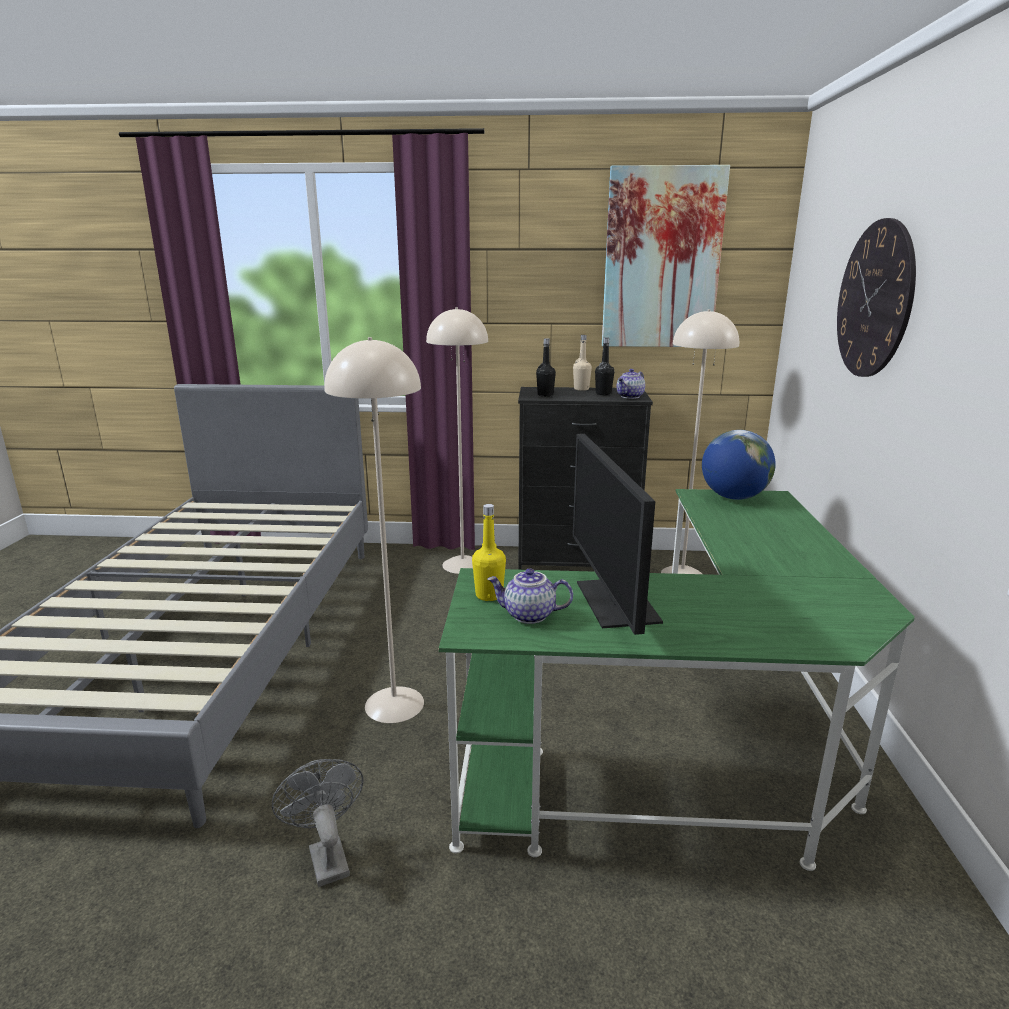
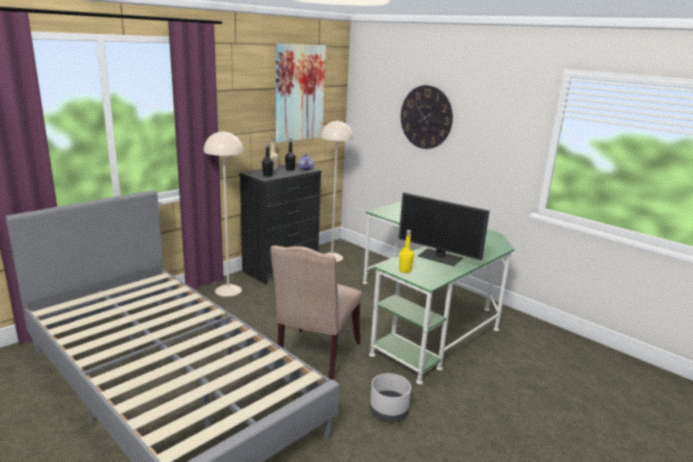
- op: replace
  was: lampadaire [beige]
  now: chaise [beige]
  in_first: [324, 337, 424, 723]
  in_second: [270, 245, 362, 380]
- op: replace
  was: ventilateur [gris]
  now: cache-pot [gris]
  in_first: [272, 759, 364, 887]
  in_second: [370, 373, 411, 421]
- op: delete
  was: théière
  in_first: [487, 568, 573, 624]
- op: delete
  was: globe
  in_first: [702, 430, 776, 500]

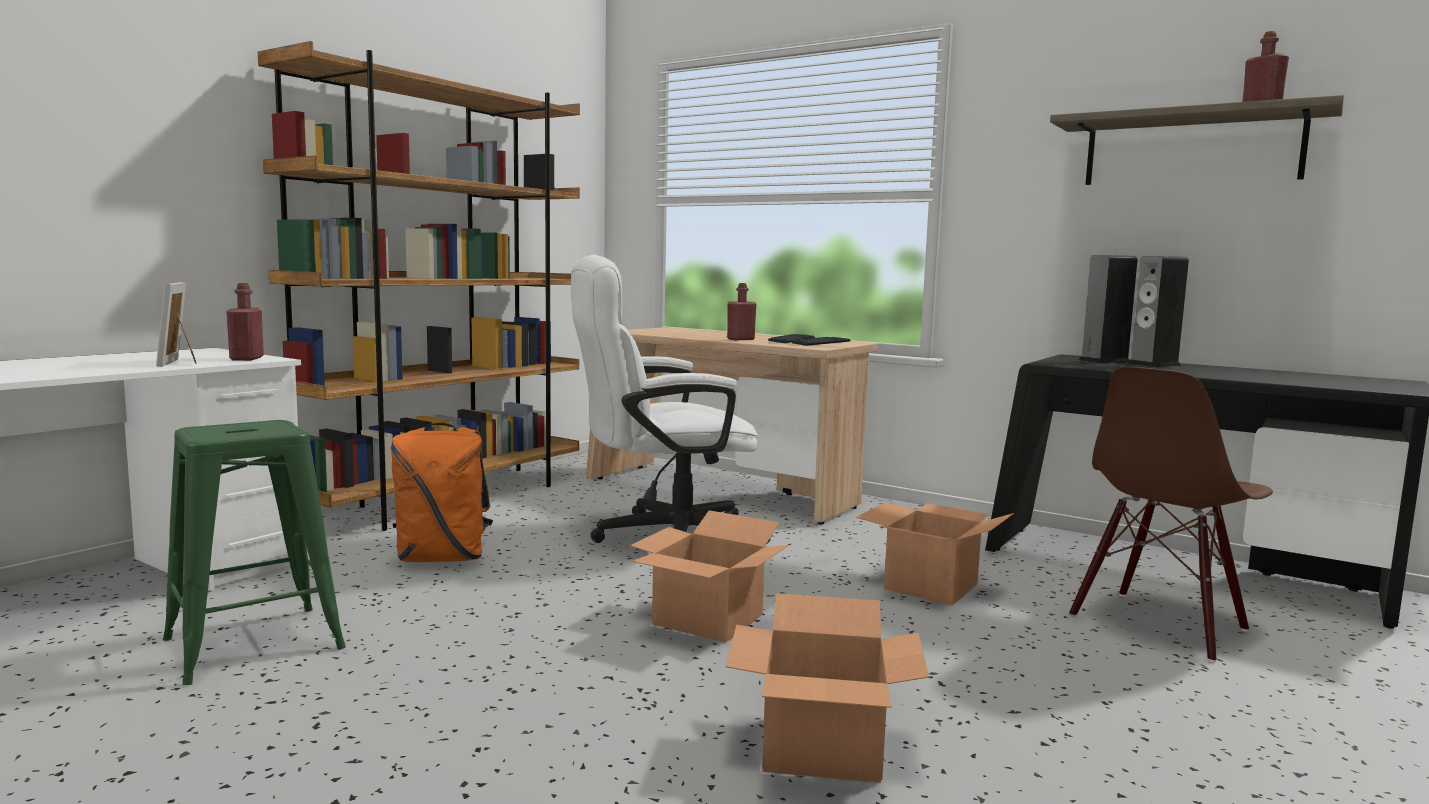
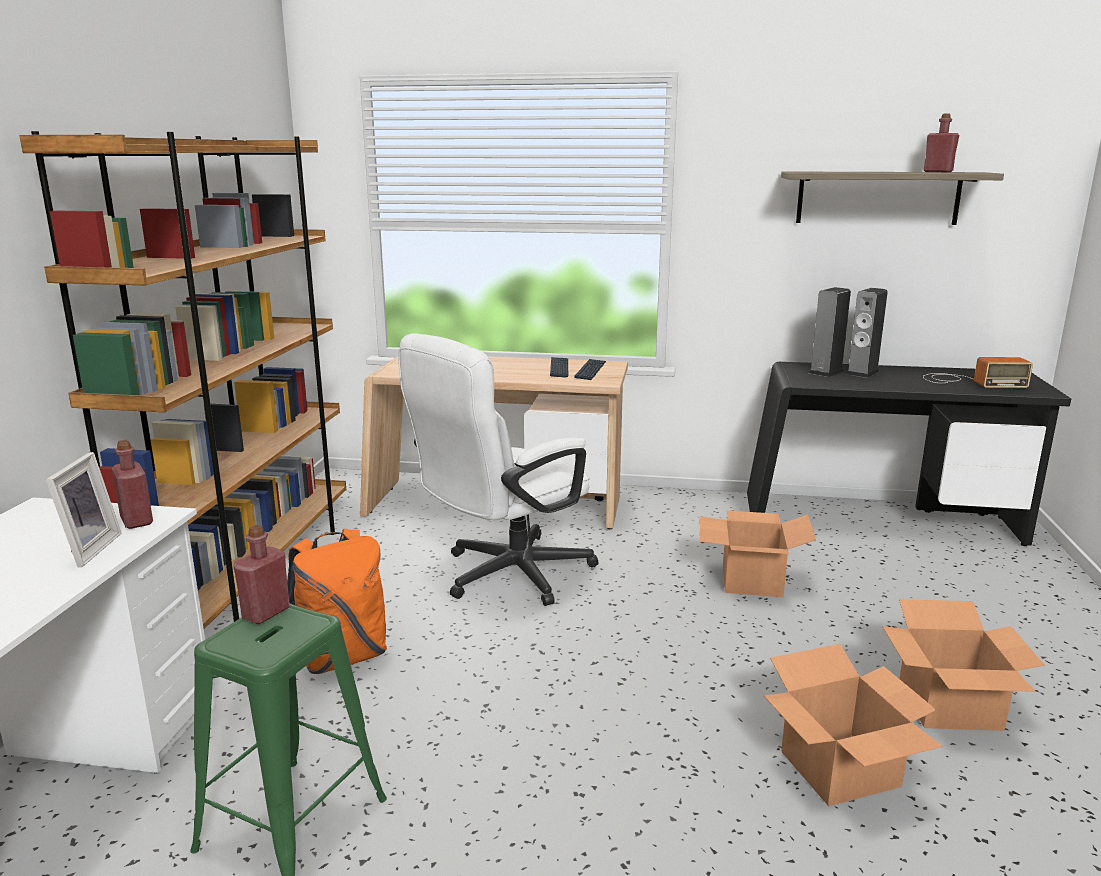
- op: rotate
  was: cadre photo
  in_first: [156, 282, 197, 367]
  in_second: [46, 452, 122, 568]
  clockwise: -135
- op: move
  was: bouteille [rouge]
  in_first: [727, 283, 757, 340]
  in_second: [233, 525, 290, 624]
- op: move
  was: carton
  in_first: [630, 510, 789, 643]
  in_second: [882, 599, 1045, 731]
- op: insert
  now: radio
  in_second: [923, 357, 1033, 388]
- op: delete
  was: chaise [marron]
  in_first: [1069, 366, 1273, 662]

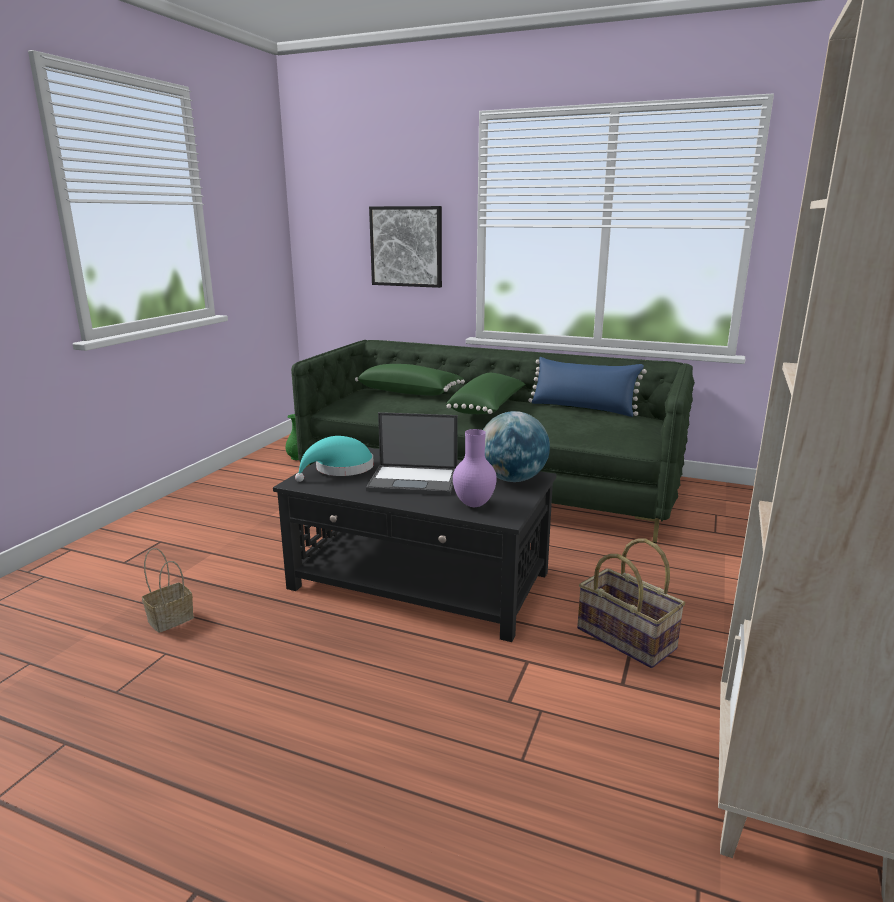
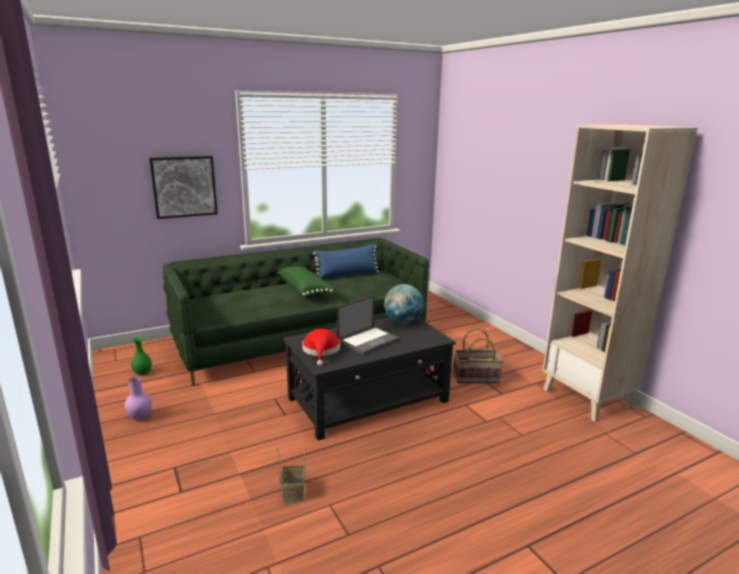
- op: move
  was: vase [violet]
  in_first: [453, 429, 497, 507]
  in_second: [125, 377, 152, 420]
- op: recolor
  was: chapeau [turquoise]
  now: chapeau [rouge]
  in_first: [295, 436, 374, 482]
  in_second: [302, 328, 340, 366]
- op: delete
  was: coussin [vert]
  in_first: [355, 364, 465, 396]

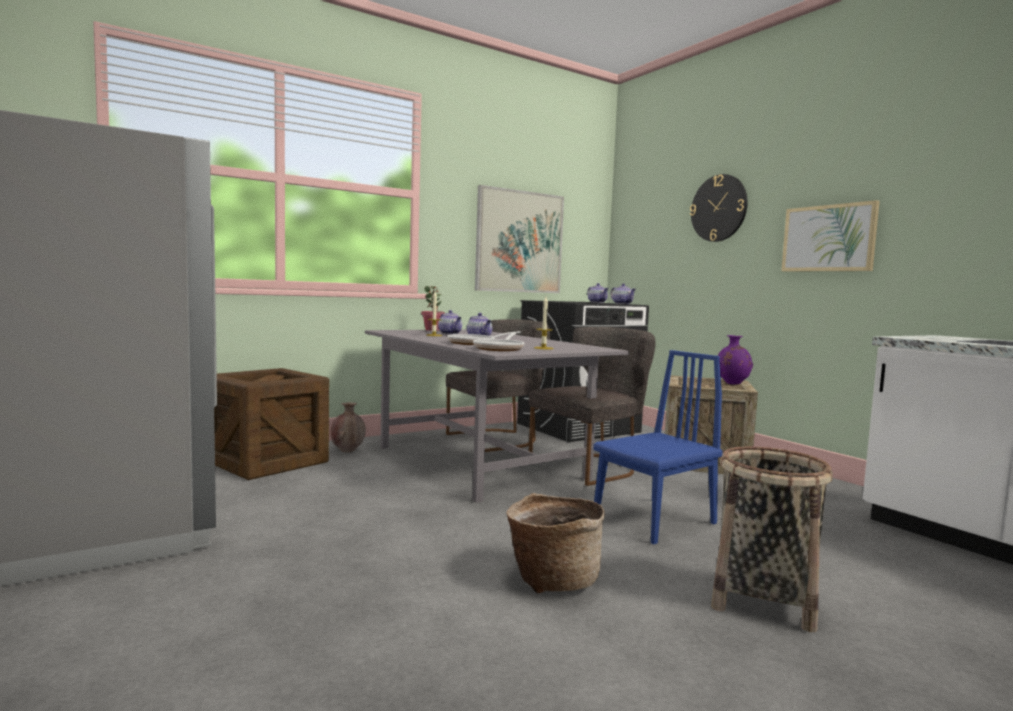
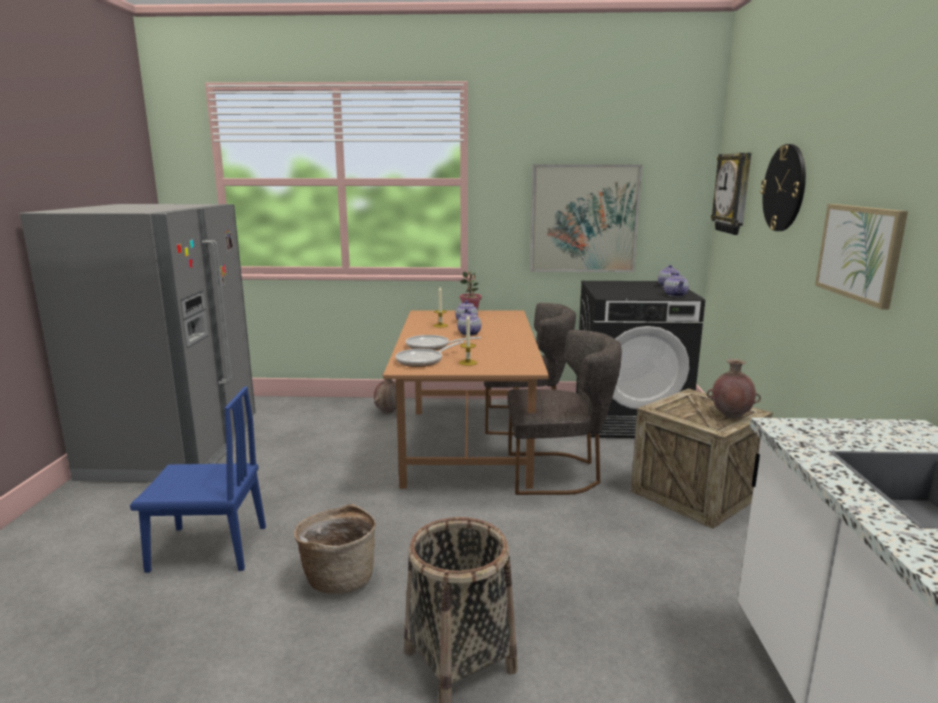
- op: move
  was: chaise [bleu]
  in_first: [593, 350, 723, 544]
  in_second: [130, 387, 266, 573]
- op: recolor
  was: table à manger [gris]
  now: table à manger [marron]
  in_first: [365, 329, 629, 503]
  in_second: [383, 310, 549, 489]
- op: recolor
  was: vase [violet]
  now: vase [marron]
  in_first: [718, 335, 753, 384]
  in_second: [707, 359, 761, 419]
- op: insert
  now: horloge murale
  in_second: [711, 153, 751, 235]
- op: delete
  was: caisse
  in_first: [214, 368, 329, 480]

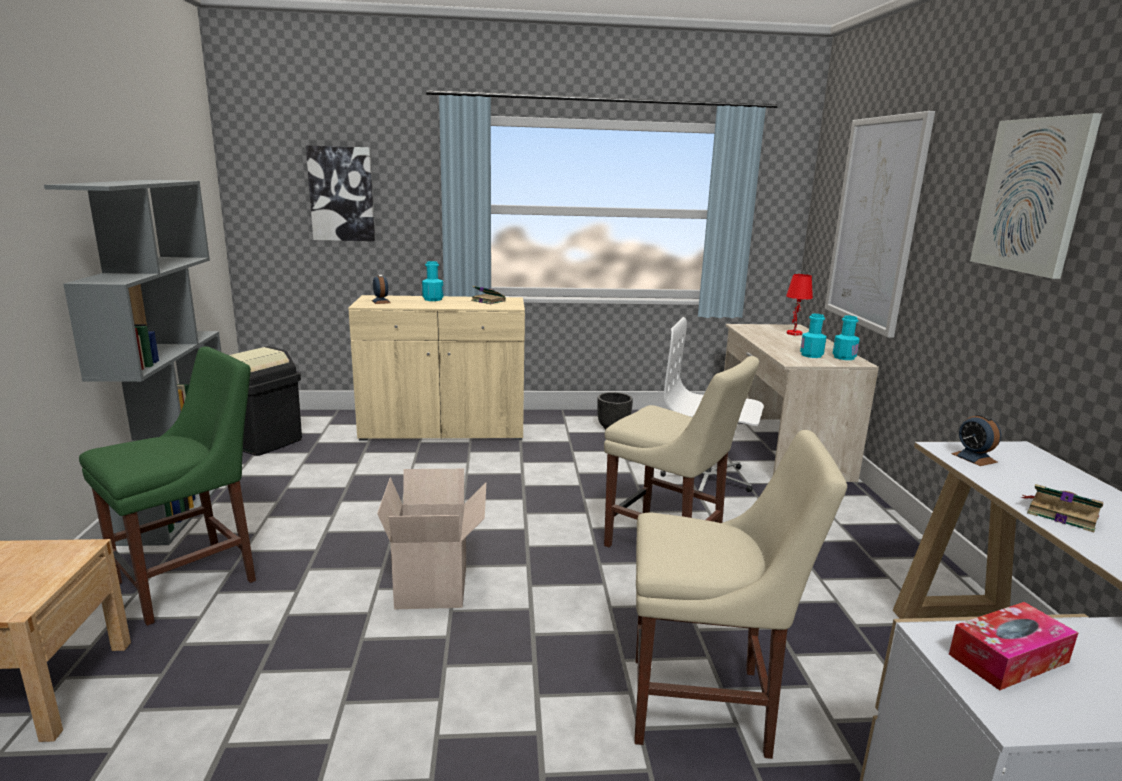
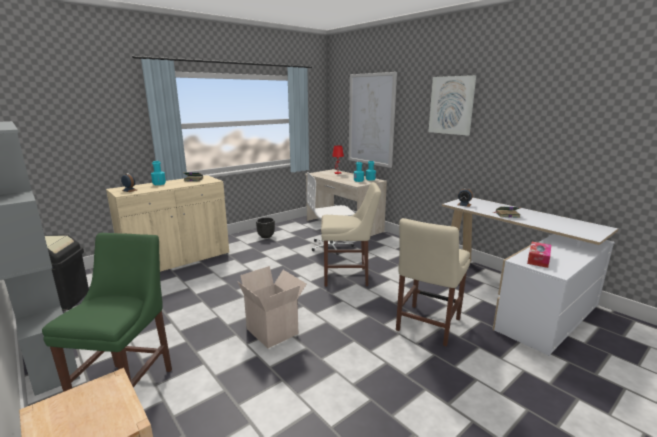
- op: rotate
  was: chaise [beige]
  in_first: [634, 430, 847, 759]
  in_second: [396, 218, 470, 347]
  clockwise: 150
- op: delete
  was: tableau
  in_first: [306, 145, 375, 241]

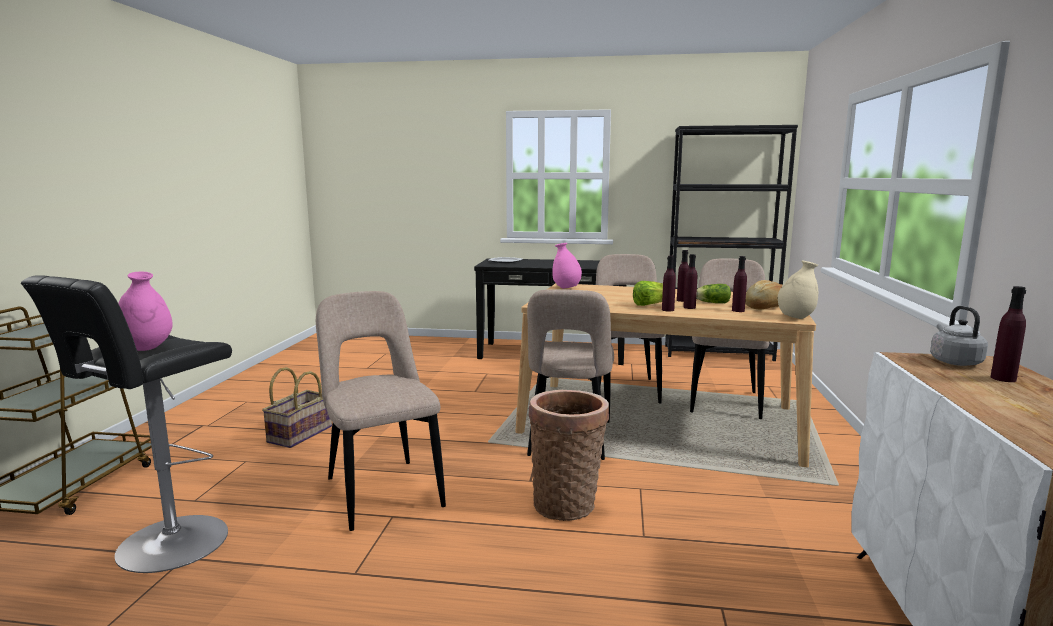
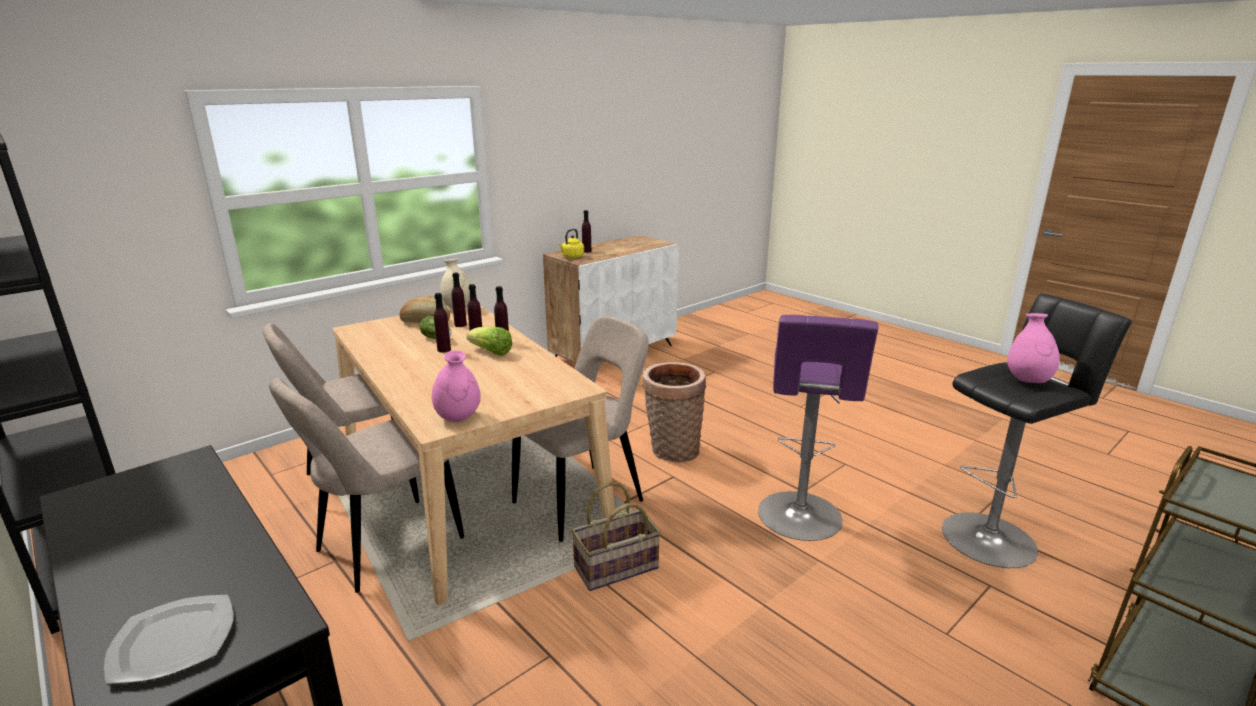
- op: recolor
  was: bouilloire [gris]
  now: bouilloire [jaune]
  in_first: [930, 306, 988, 366]
  in_second: [559, 229, 584, 258]
- op: move
  was: panier
  in_first: [262, 367, 332, 448]
  in_second: [571, 482, 661, 591]
- op: replace
  was: chaise [beige]
  now: tabouret [violet]
  in_first: [316, 291, 446, 531]
  in_second: [758, 315, 879, 541]

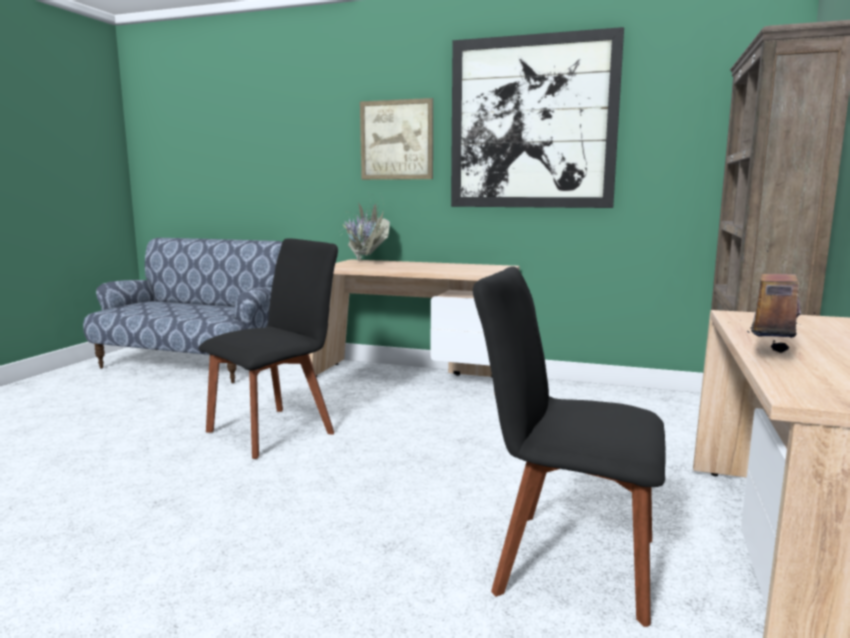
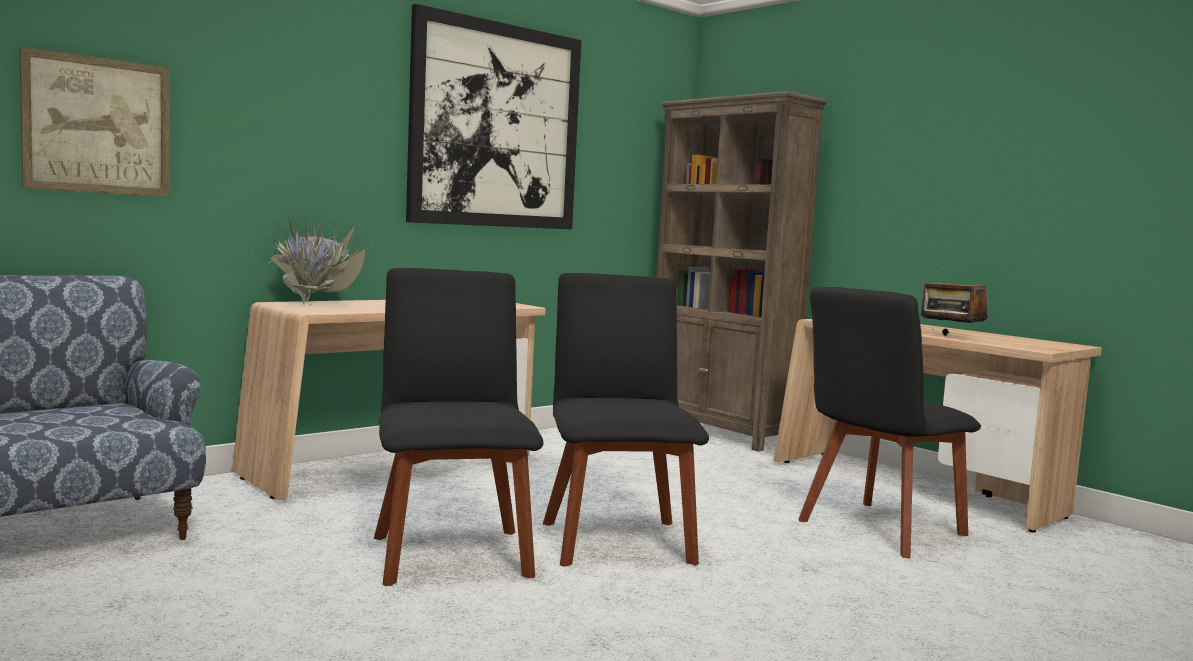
- op: move
  was: tableau
  in_first: [360, 98, 433, 180]
  in_second: [20, 47, 169, 197]
- op: insert
  now: chaise [noir]
  in_second: [543, 273, 709, 567]

